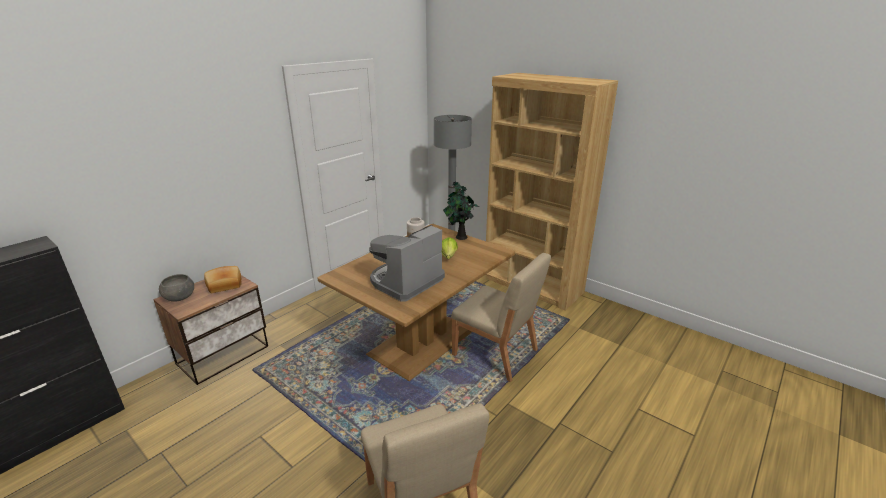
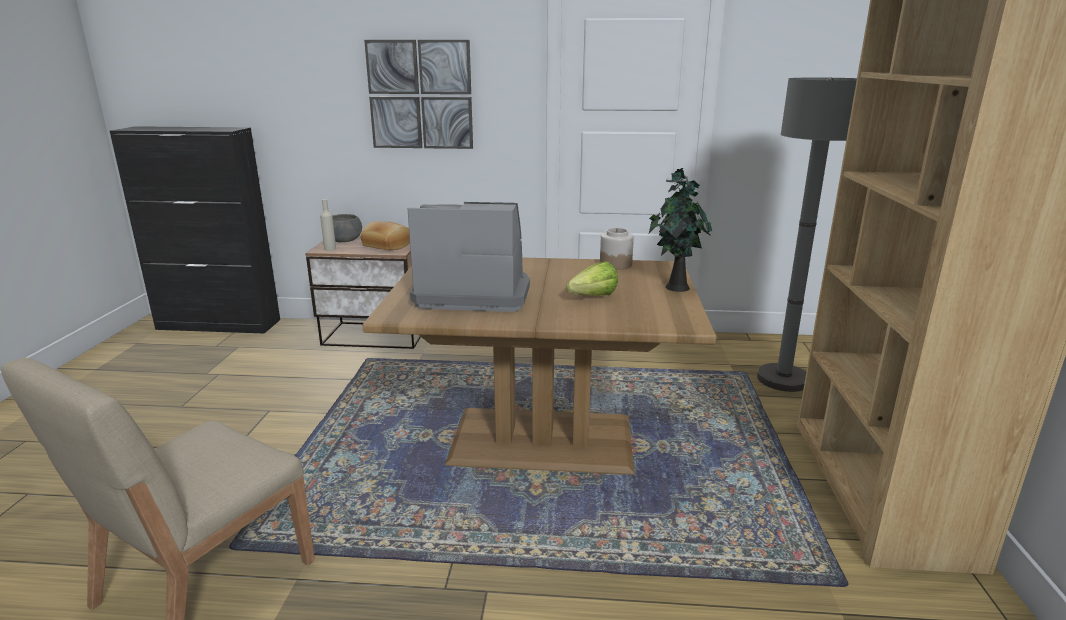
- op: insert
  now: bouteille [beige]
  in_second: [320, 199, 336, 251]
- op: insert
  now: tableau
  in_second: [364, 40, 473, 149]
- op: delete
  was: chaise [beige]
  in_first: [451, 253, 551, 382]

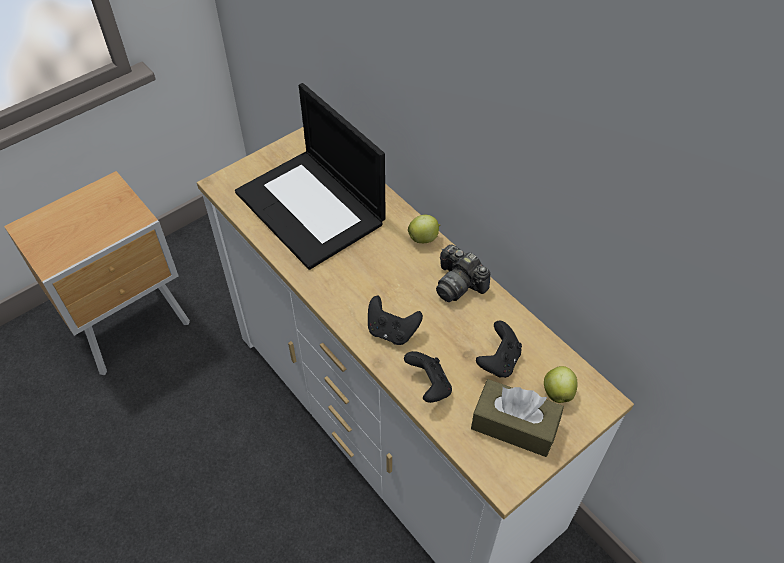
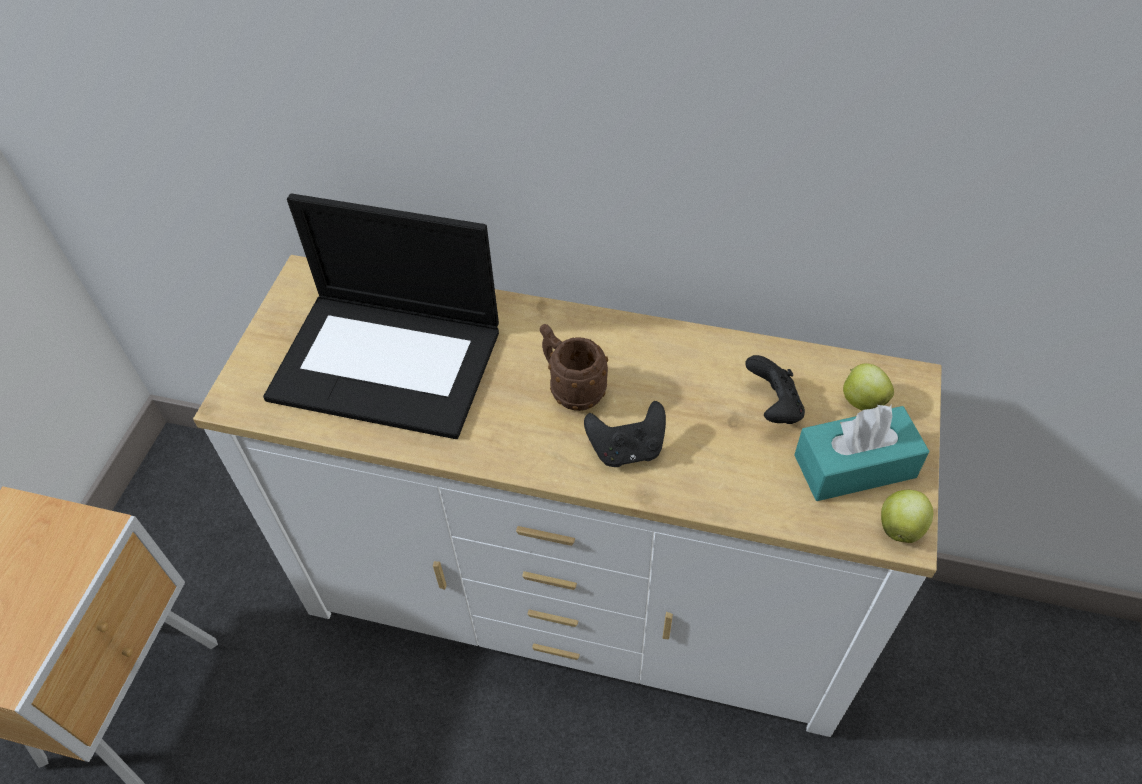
- op: insert
  now: mug [marron]
  in_second: [540, 324, 608, 411]
- op: recolor
  was: boîte à mouchoirs [marron]
  now: boîte à mouchoirs [turquoise]
  in_first: [471, 379, 564, 457]
  in_second: [795, 404, 930, 501]
- op: move
  was: pomme
  in_first: [408, 215, 440, 243]
  in_second: [881, 490, 933, 543]
- op: delete
  was: manette [noir]
  in_first: [404, 351, 452, 403]
- op: delete
  was: appareil photo
  in_first: [436, 244, 491, 302]

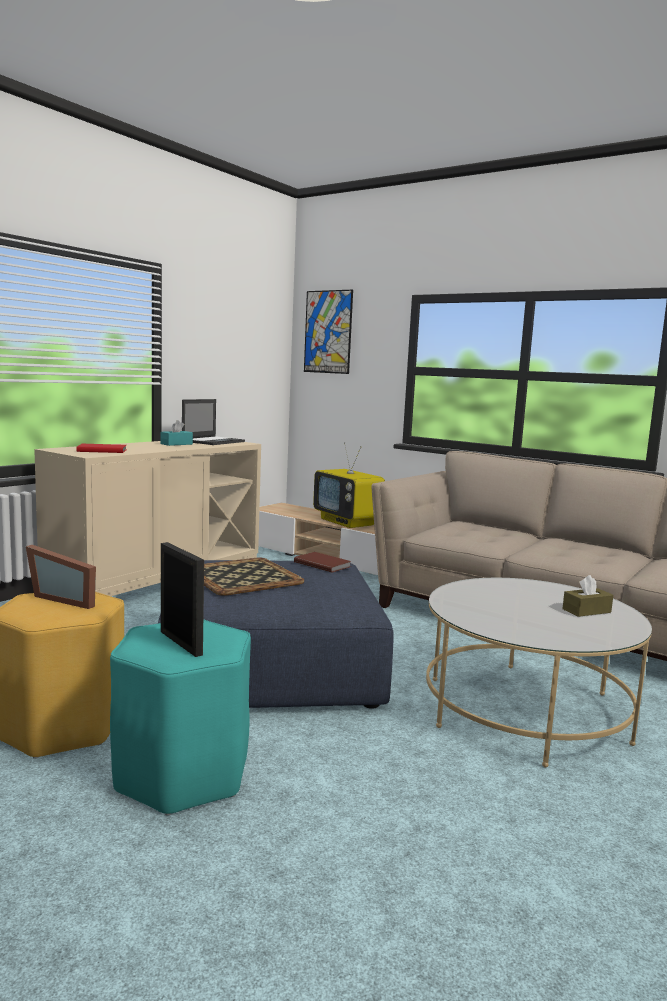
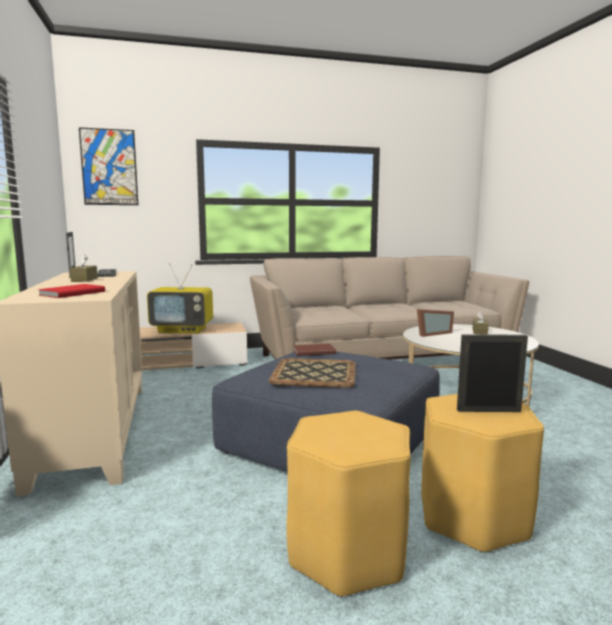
- op: recolor
  was: boîte à mouchoirs [turquoise]
  now: boîte à mouchoirs [marron]
  in_first: [161, 420, 193, 446]
  in_second: [70, 254, 98, 282]
- op: move
  was: cadre photo
  in_first: [26, 545, 96, 609]
  in_second: [417, 309, 454, 337]
- op: recolor
  was: tabouret [turquoise]
  now: tabouret [jaune]
  in_first: [110, 619, 251, 816]
  in_second: [422, 394, 544, 553]

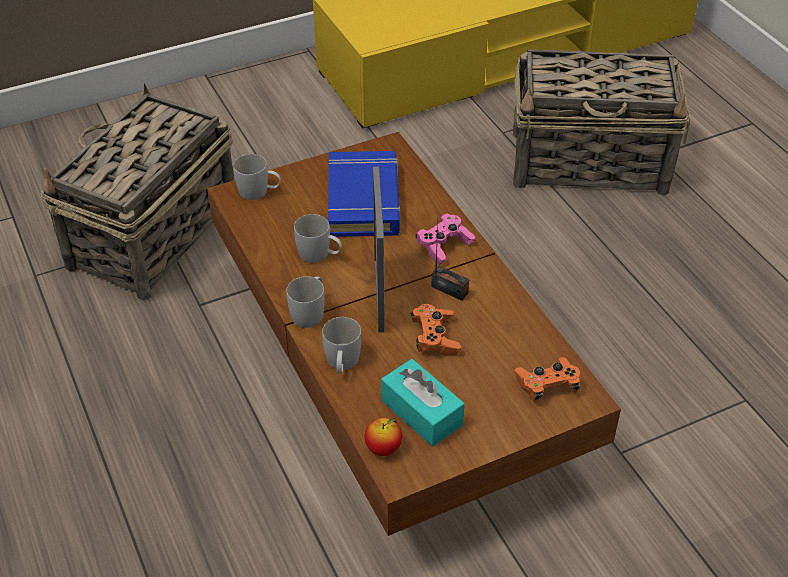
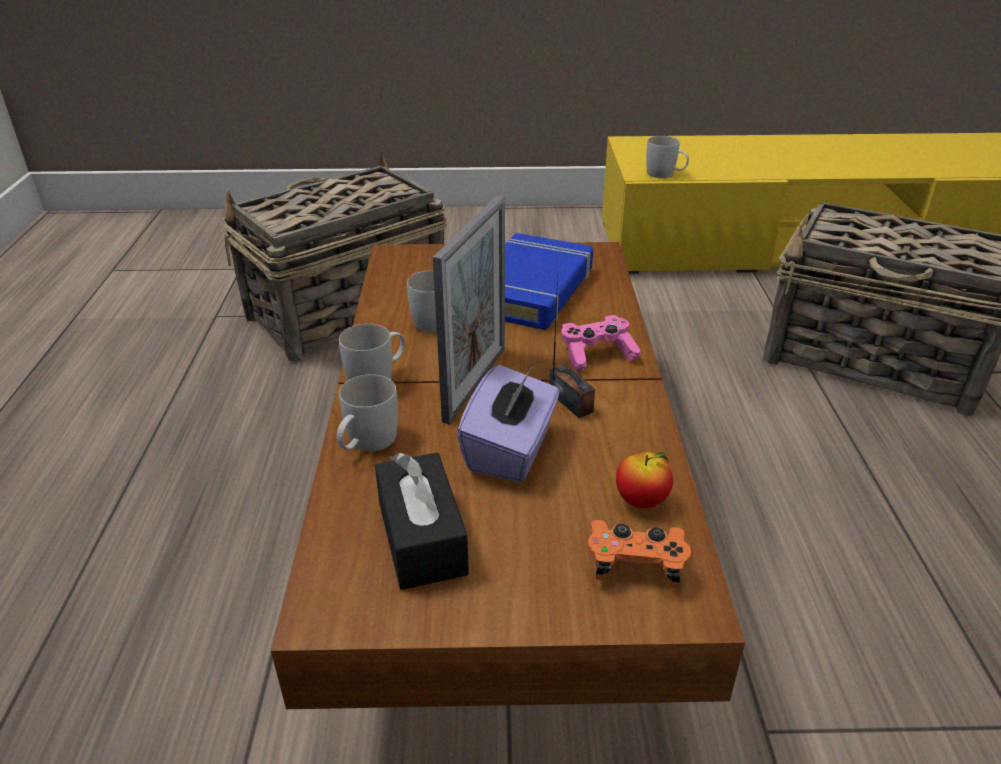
- op: recolor
  was: boîte à mouchoirs [turquoise]
  now: boîte à mouchoirs [noir]
  in_first: [381, 359, 465, 446]
  in_second: [375, 453, 469, 590]
- op: replace
  was: manette [orange]
  now: boîte à mouchoirs [violet]
  in_first: [411, 304, 461, 356]
  in_second: [457, 365, 560, 482]
- op: move
  was: pomme
  in_first: [365, 418, 403, 456]
  in_second: [616, 452, 673, 508]
- op: move
  was: mug [blanc]
  in_first: [233, 154, 281, 200]
  in_second: [646, 136, 689, 178]

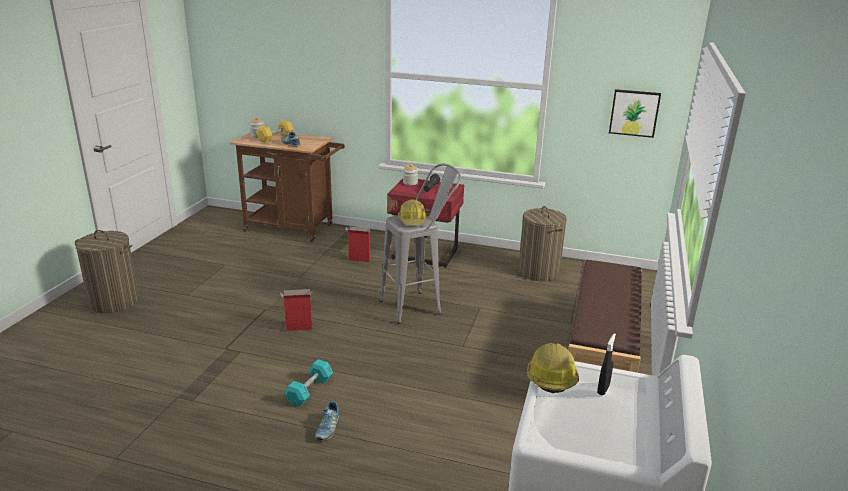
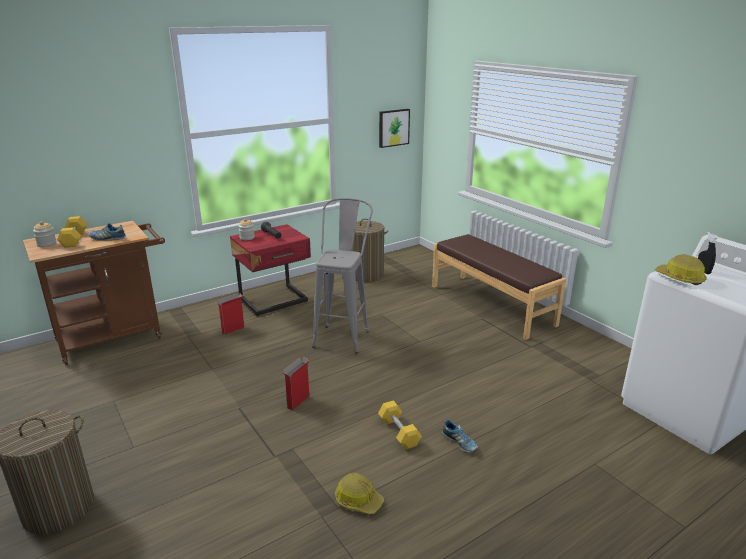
- op: move
  was: casque de chantier
  in_first: [398, 199, 427, 225]
  in_second: [335, 473, 384, 514]
- op: recolor
  was: haltère [turquoise]
  now: haltère [jaune]
  in_first: [284, 359, 333, 407]
  in_second: [378, 400, 422, 450]

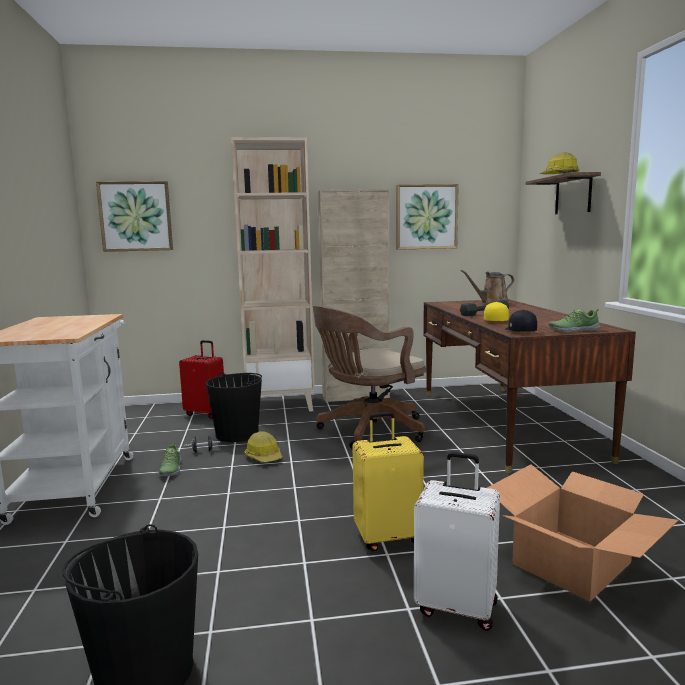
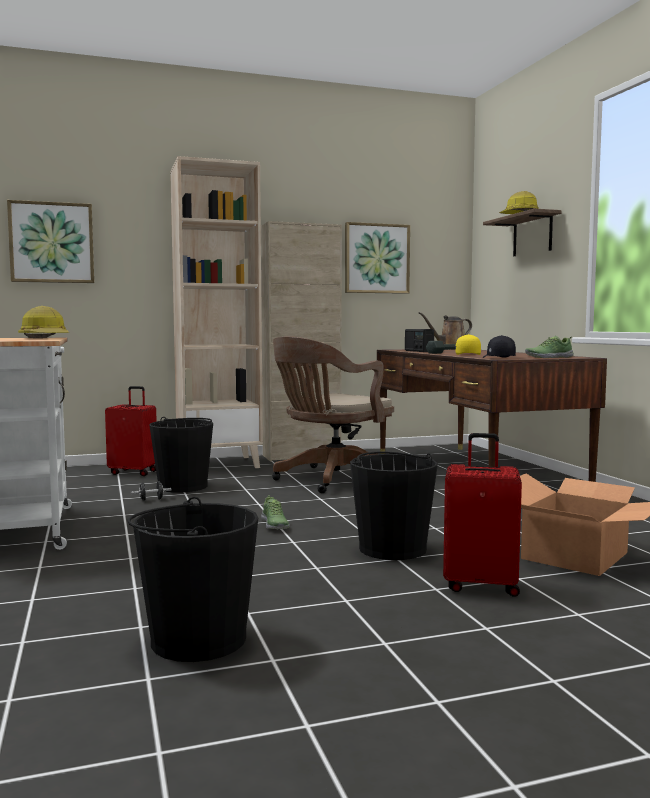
- op: move
  was: casque de chantier
  in_first: [244, 431, 282, 462]
  in_second: [18, 306, 70, 338]
- op: move
  was: chaussure
  in_first: [158, 443, 182, 476]
  in_second: [261, 495, 290, 529]
- op: replace
  was: valise [jaune]
  now: seau [noir]
  in_first: [353, 412, 424, 551]
  in_second: [350, 452, 438, 560]
- op: insert
  now: radio
  in_second: [405, 329, 434, 352]
- op: recolor
  was: valise [blanc]
  now: valise [rouge]
  in_first: [414, 452, 500, 631]
  in_second: [443, 433, 522, 597]

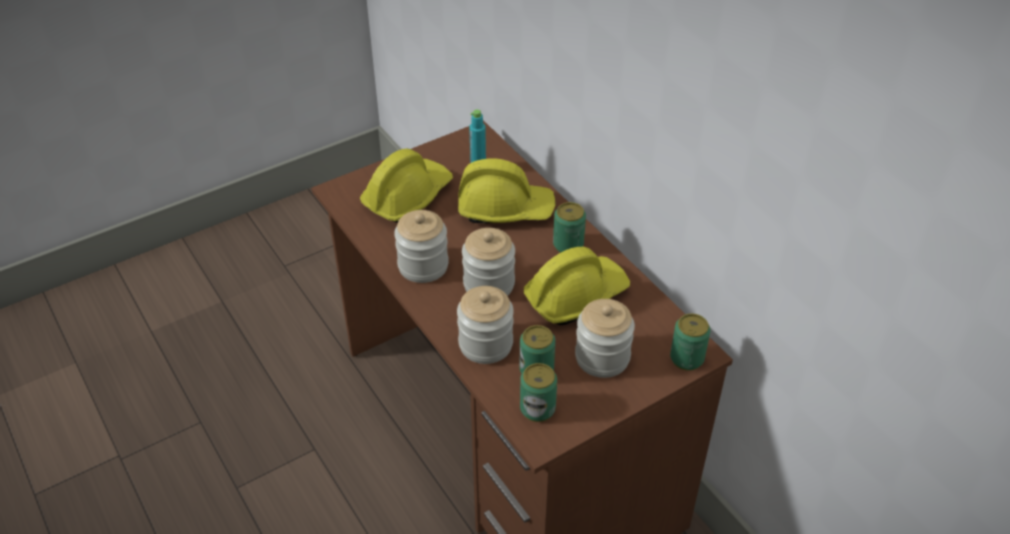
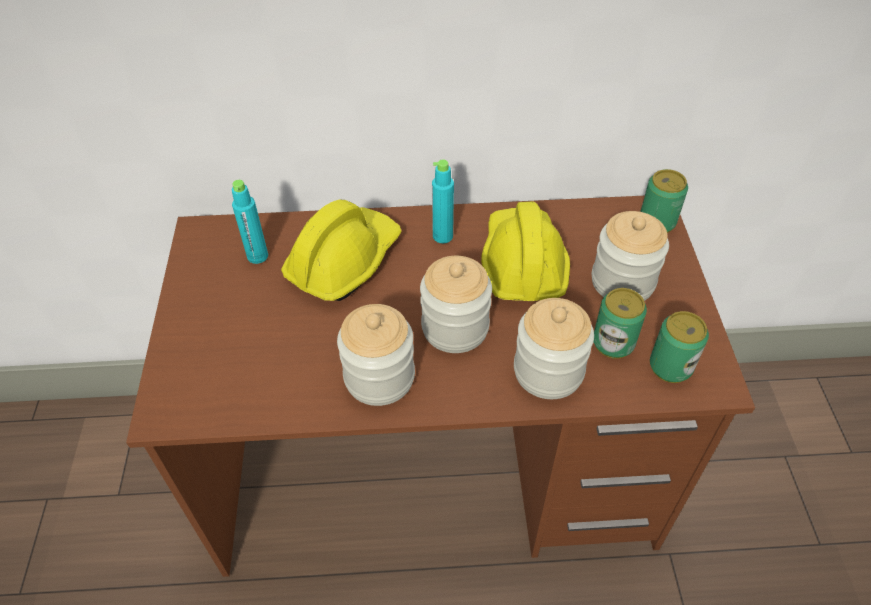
- op: replace
  was: boîte métallique
  now: bouteille [turquoise]
  in_first: [553, 202, 586, 253]
  in_second: [432, 159, 454, 243]
- op: delete
  was: casque de chantier [jaune]
  in_first: [360, 148, 453, 223]

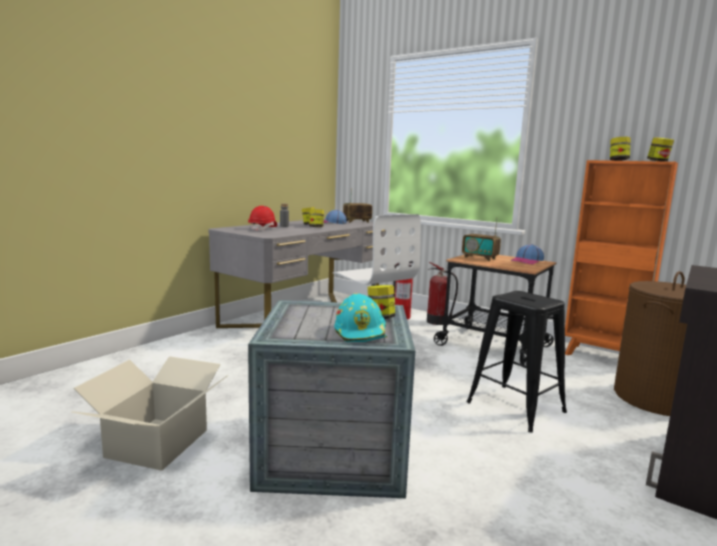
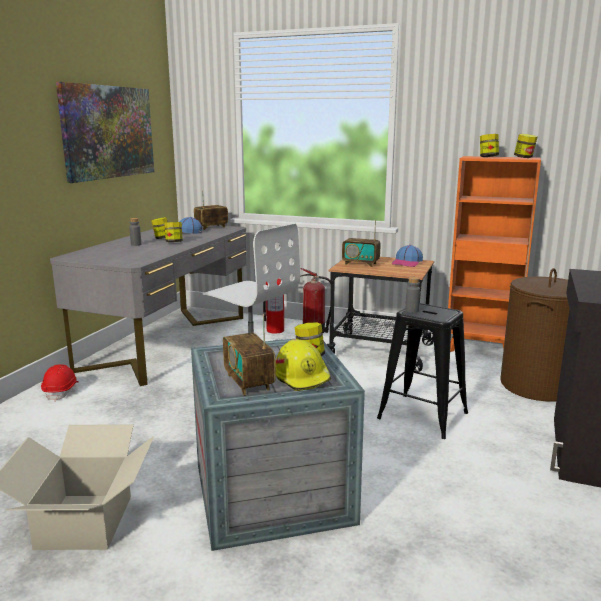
- op: move
  was: casque de chantier [rouge]
  in_first: [248, 206, 277, 231]
  in_second: [41, 364, 79, 401]
- op: insert
  now: tableau
  in_second: [56, 82, 154, 183]
- op: insert
  now: radio
  in_second: [223, 314, 276, 395]
- op: recolor
  was: casque de chantier [turquoise]
  now: casque de chantier [jaune]
  in_first: [334, 293, 387, 342]
  in_second: [276, 339, 331, 391]
- op: insert
  now: bouteille [gris]
  in_second: [405, 277, 420, 313]

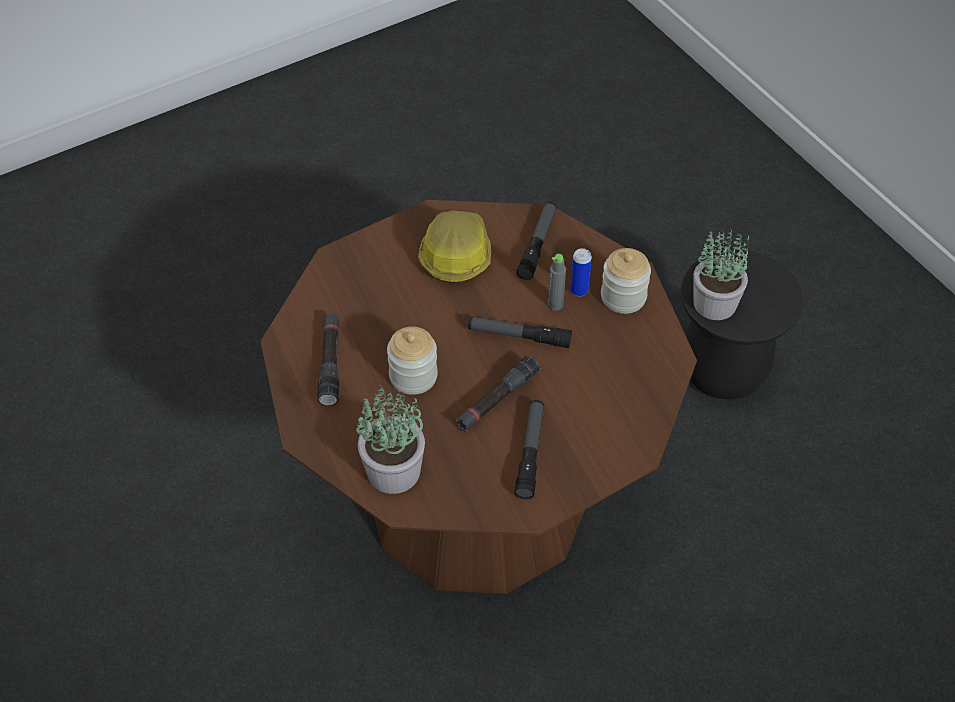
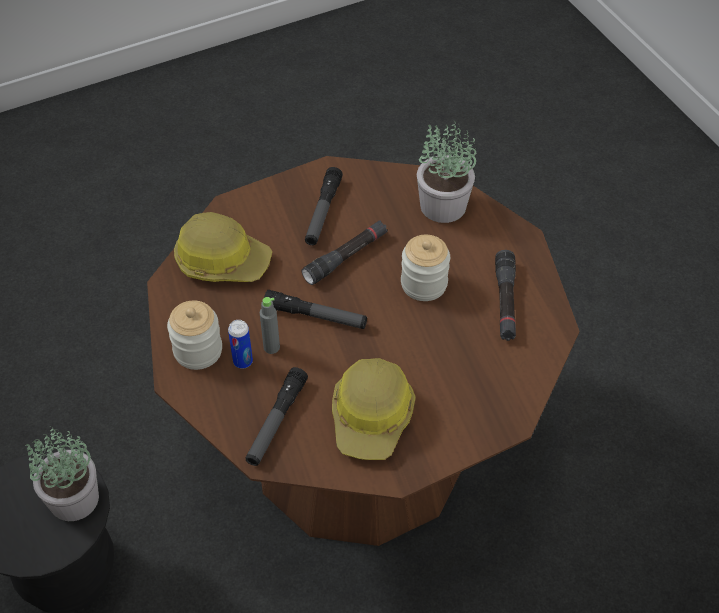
- op: insert
  now: casque de chantier
  in_second: [174, 212, 272, 282]

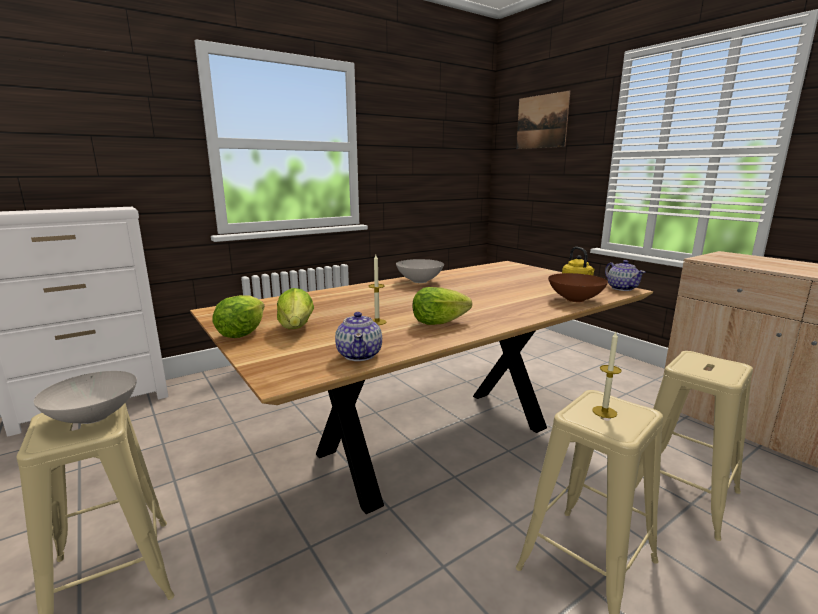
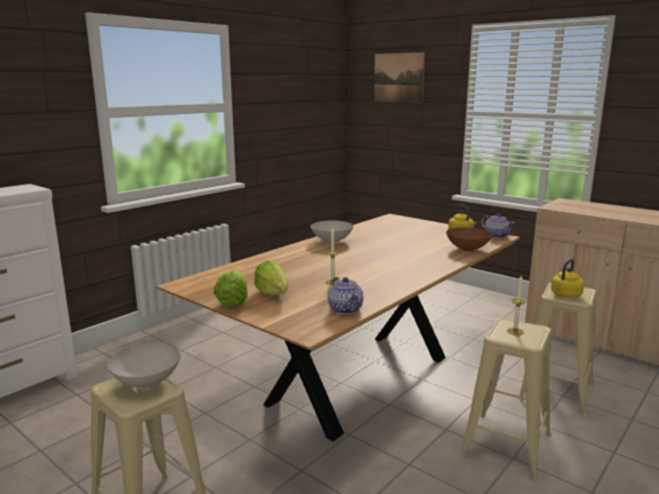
- op: insert
  now: bouilloire [jaune]
  in_second: [551, 259, 584, 298]
- op: delete
  was: laitue
  in_first: [412, 287, 472, 325]

